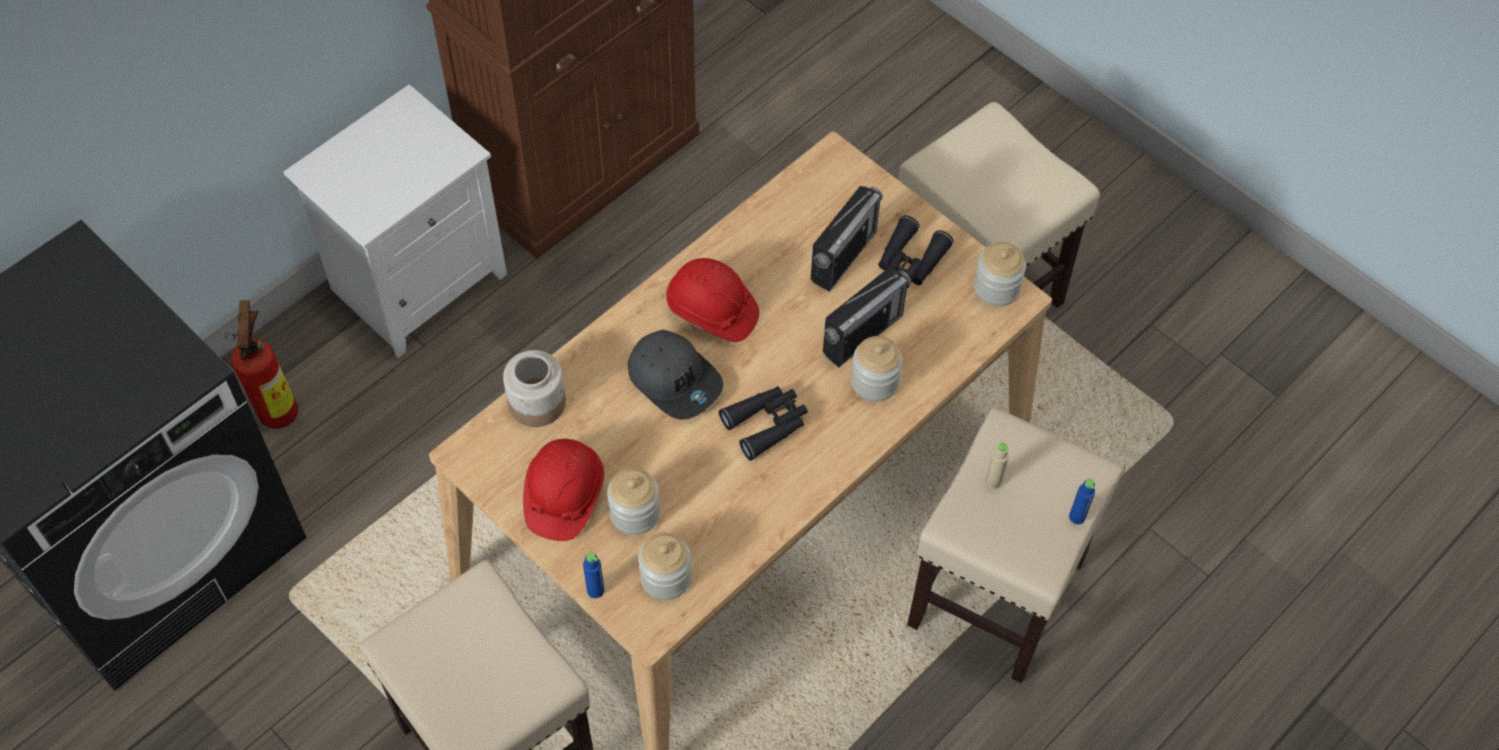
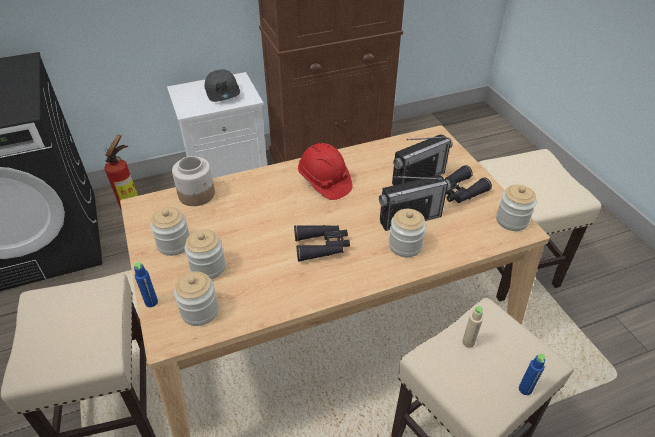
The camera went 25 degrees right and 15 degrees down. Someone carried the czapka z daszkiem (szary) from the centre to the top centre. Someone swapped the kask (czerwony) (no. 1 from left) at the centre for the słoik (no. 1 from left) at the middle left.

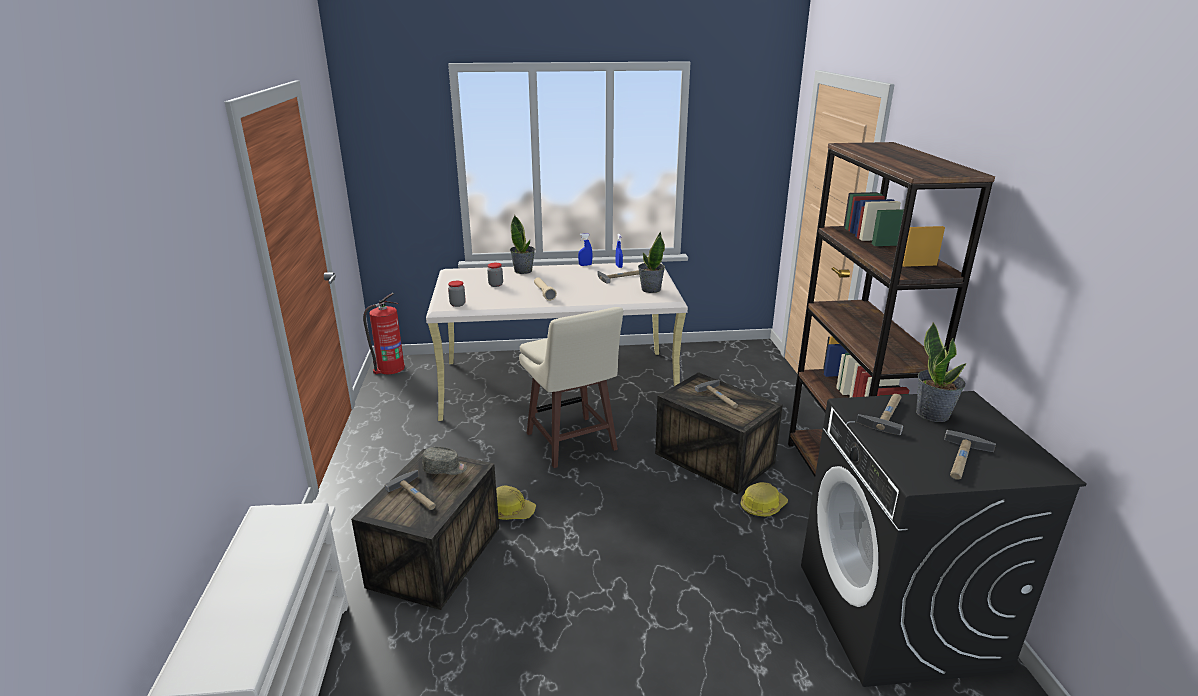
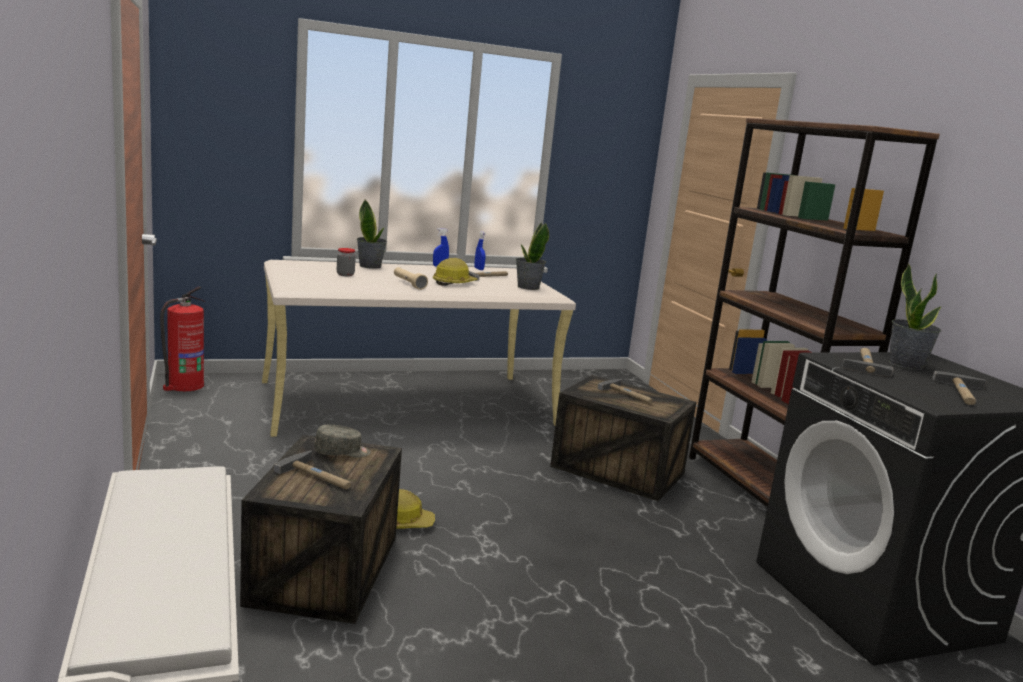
The camera went 15 degrees left and 10 degrees down. Someone took away the słoik (no. 1 from left) at the centre. Someone took away the stołek (beżowy) at the centre. Someone carried the kask (no. 2 from left) from the bottom centre to the centre.

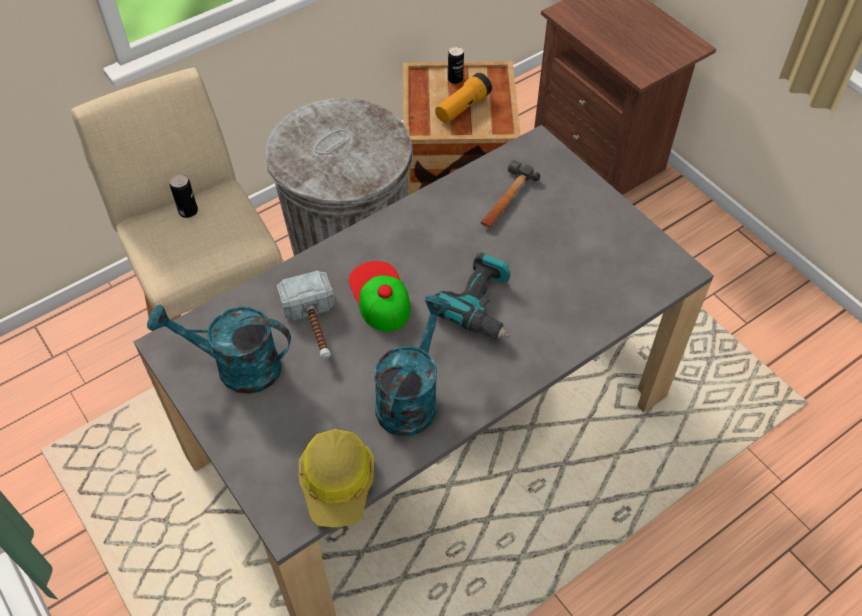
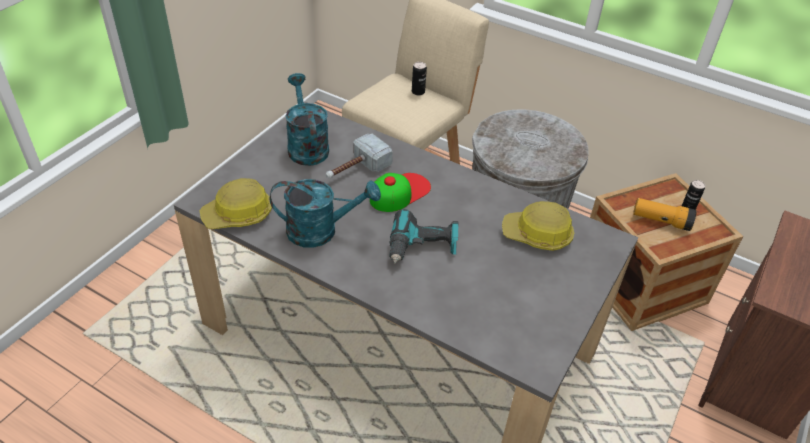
The camera went 65 degrees right and 10 degrees down. Someone swapped the młotek (no. 2 from left) at the top centre for the kask (no. 2 from left) at the centre.

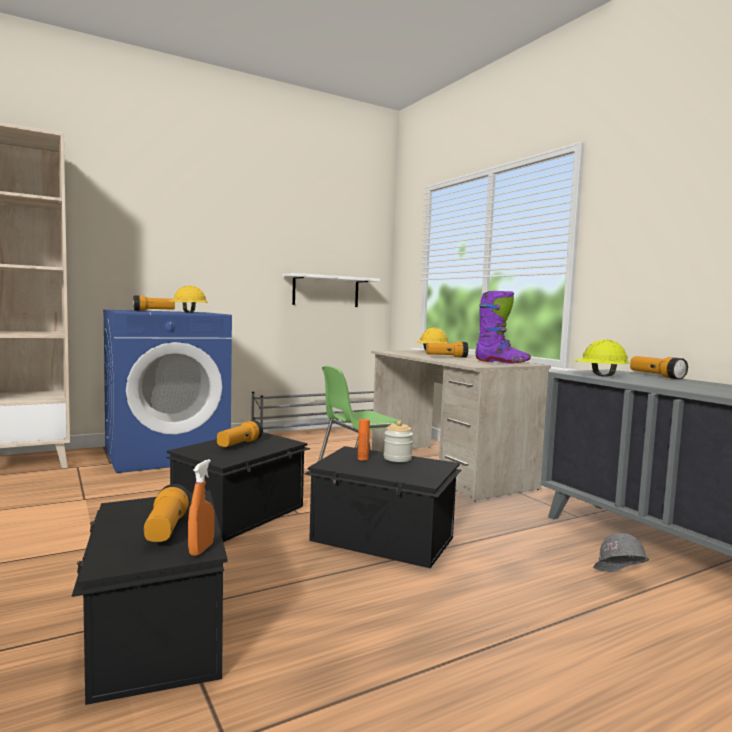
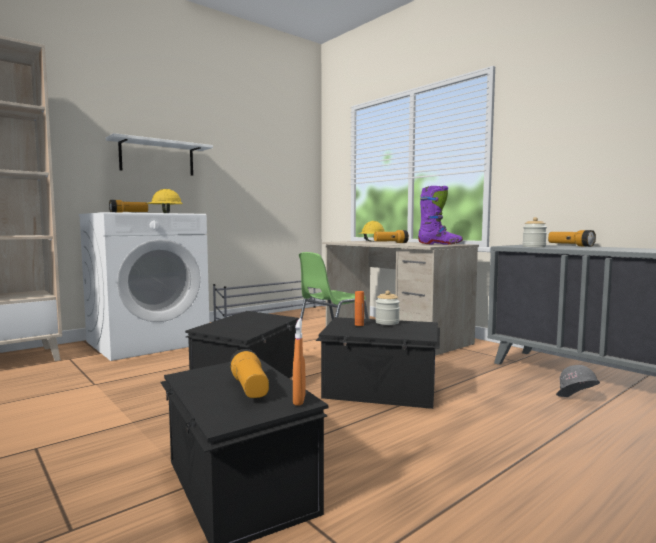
The camera went 10 degrees left and 0 degrees up. Someone took away the latarka (no. 3 from left) at the middle left. Someone carried the półka (biały) from the centre to the top left. Someone swapped the kask (żółty) (no. 3 from left) at the middle right for the słoik (no. 2 from left) at the middle right. Someone repainted the pralka (niebieski) at the middle left, which became the pralka (biały) at the middle left.

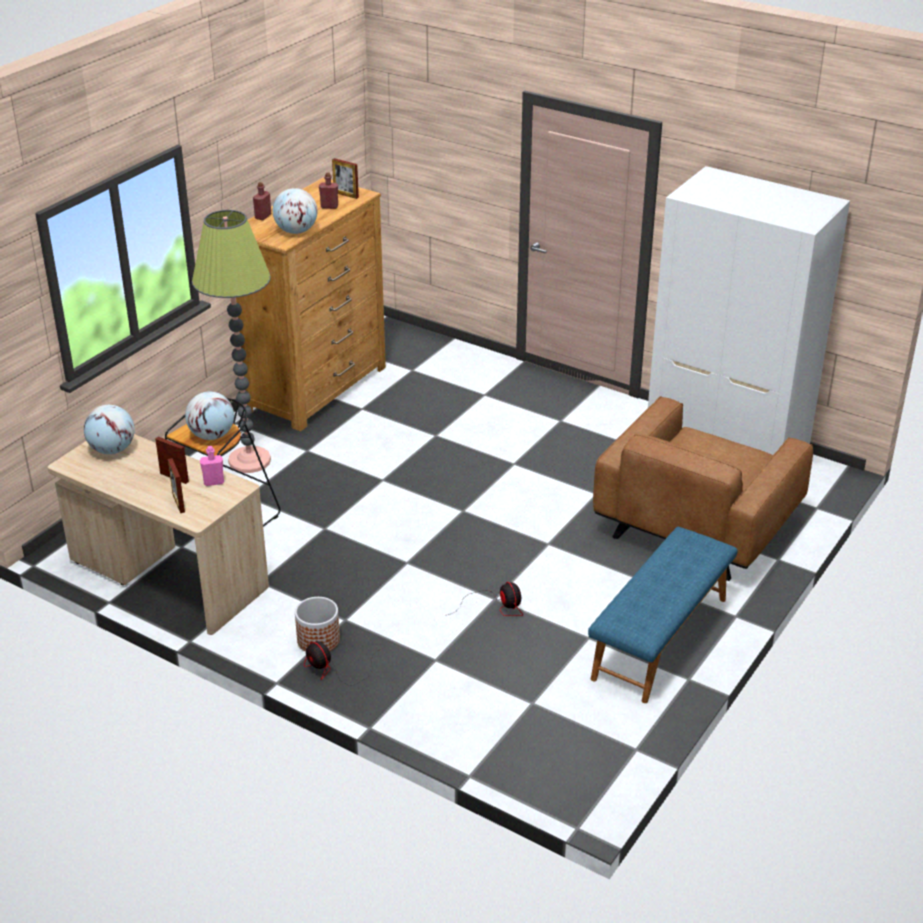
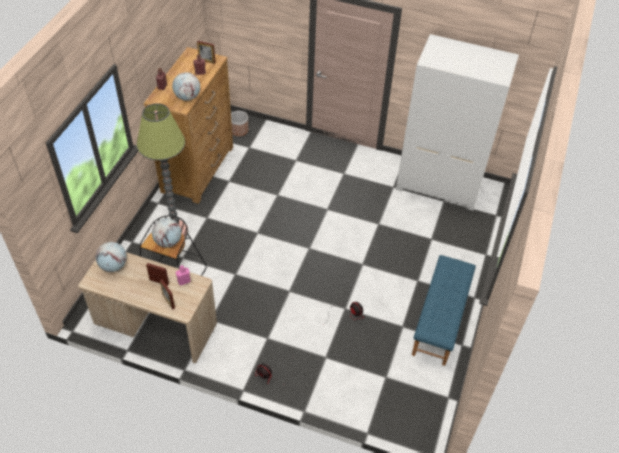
The camera went 15 degrees left and 15 degrees up. Someone took away the fotel (brązowy) at the middle right. Someone carried the donica from the bottom centre to the top centre.

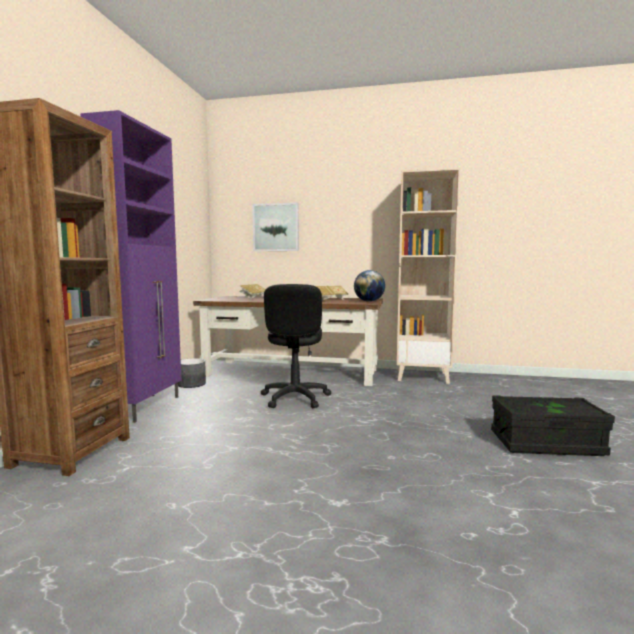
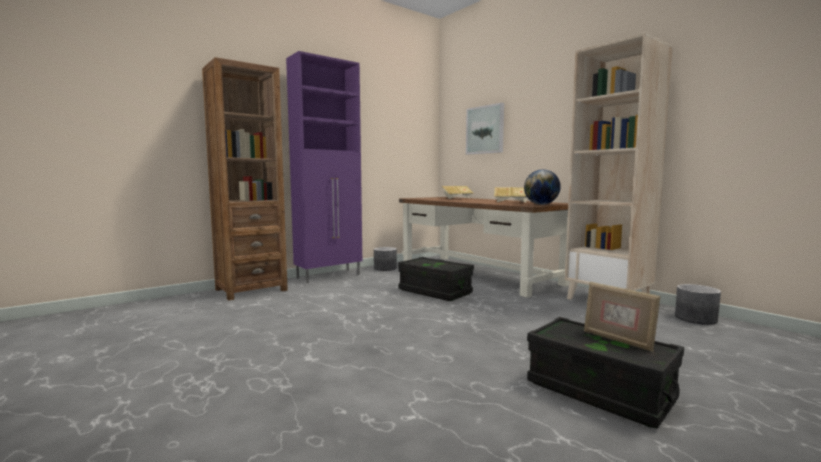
The camera went 40 degrees right and 0 degrees up. Someone put down the ramka na zdjęcie at the bottom right. Someone put down the donica (szary) (no. 2 from left) at the middle right. Someone swapped the krzesło biurowe (czarny) at the centre for the pojemnik do przechowywania (czarny) (no. 1 from left) at the centre.

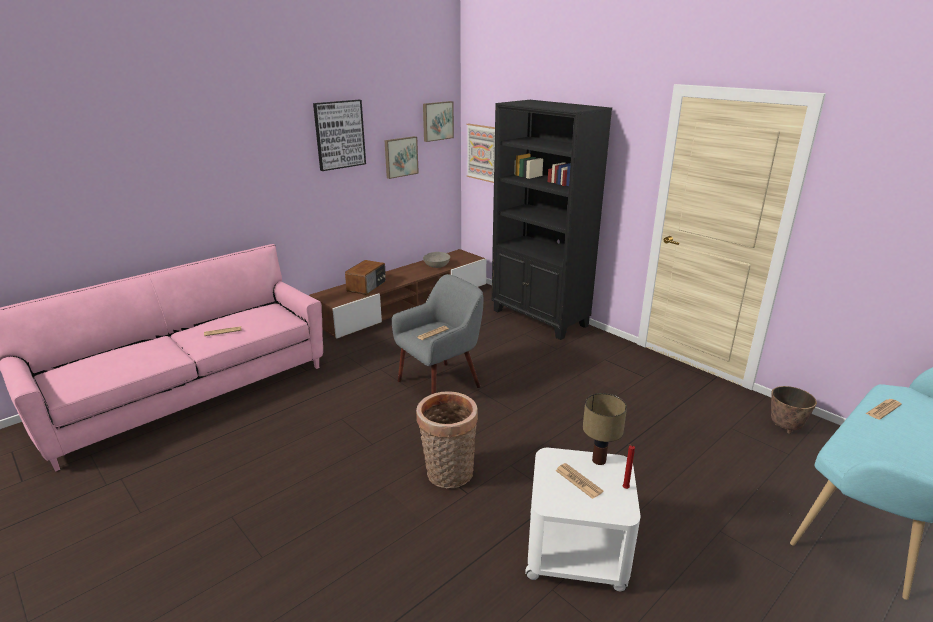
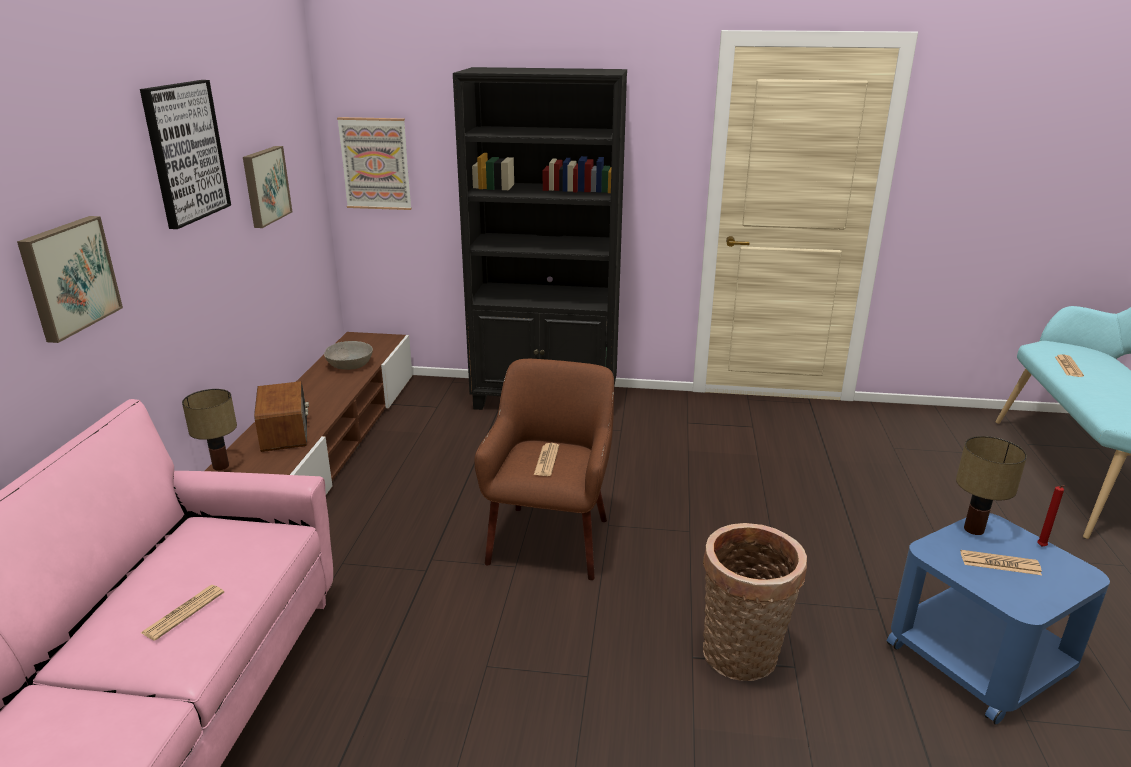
The camera went 40 degrees left and 0 degrees up. Someone took away the donica at the middle right. Someone put down the lampa stołowa (no. 1 from left) at the middle left. Someone carried the obraz (no. 3 from left in the first image) from the top centre to the middle left. Someone repainted the fotel (szary) at the centre, which became the fotel (brązowy) at the centre. Someone repainted the stolik (biały) at the bottom centre, which became the stolik (niebieski) at the bottom right.

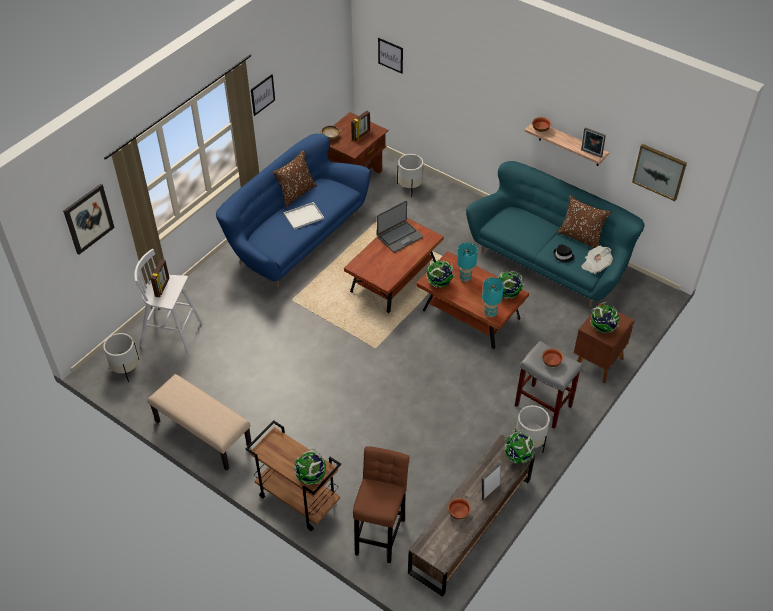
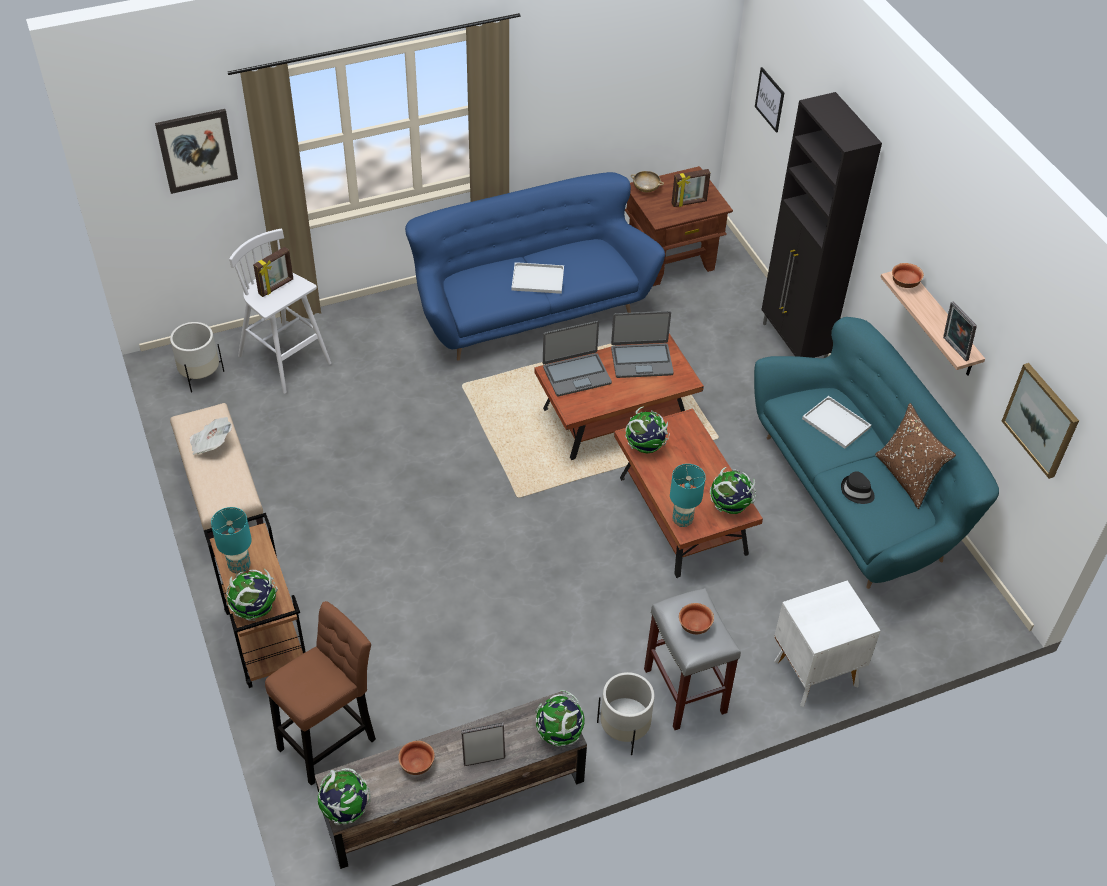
The camera went 30 degrees right and 0 degrees up. Someone took away the obraz (no. 2 from left) at the top centre. Someone took away the poduszka (brązowy) (no. 1 from left) at the top centre. Someone took away the donica (biały) (no. 2 from left) at the top centre. Someone put down the laptop (no. 1 from left) at the centre. Someone put down the szafka (czarny) at the top right. Someone put down the taca (biały) (no. 2 from left) at the middle right. Someone carried the lampa stołowa (turkusowy) (no. 1 from left) from the centre to the middle left. Someone carried the gazeta from the middle right to the middle left. Someone carried the globus (no. 5 from left in the first image) from the middle right to the bottom left. Someone repainted the szafka nocna (brązowy) at the middle right, which became the szafka nocna (biały) at the bottom right.

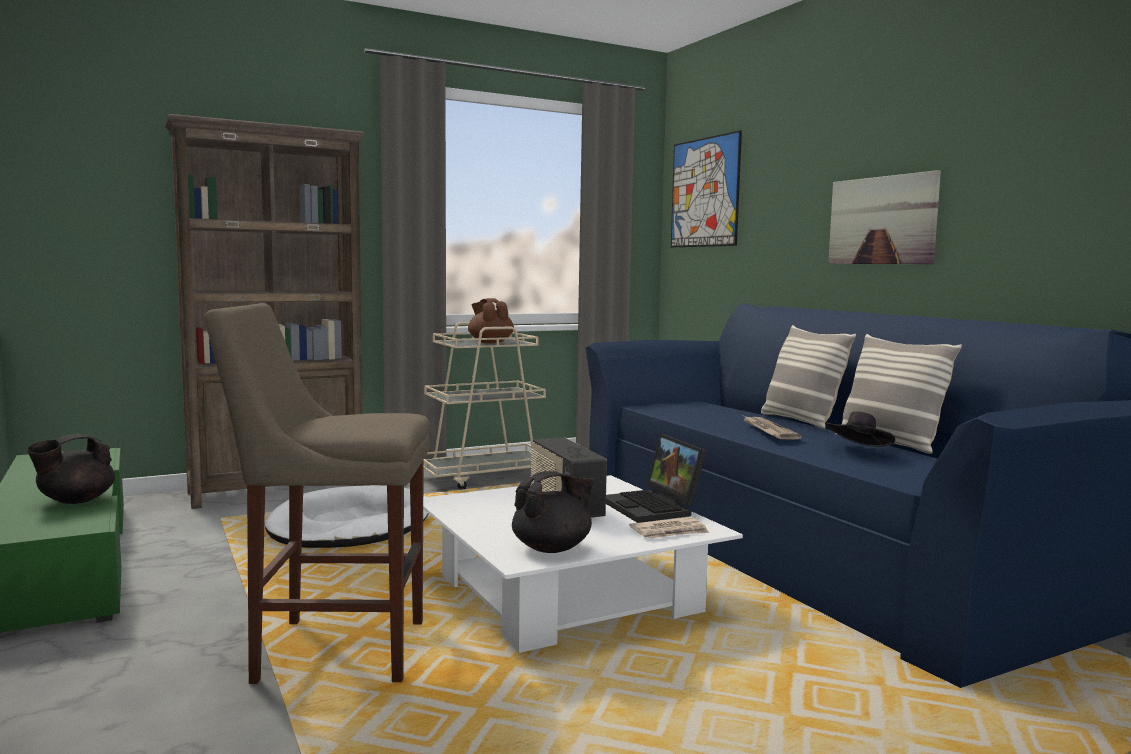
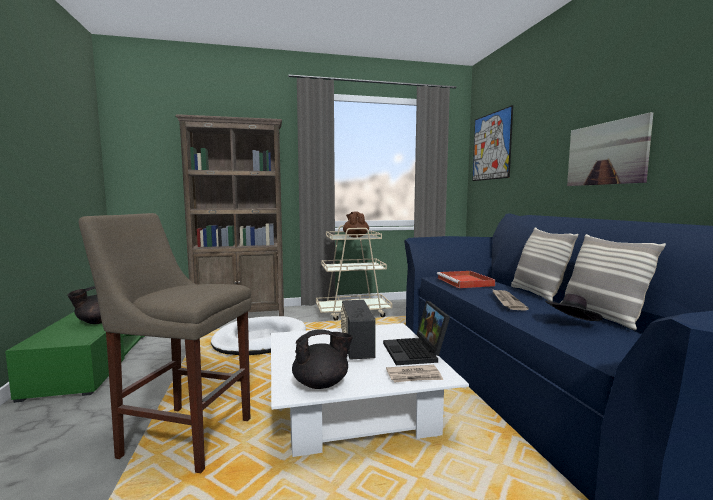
The camera went 15 degrees right and 0 degrees up. Someone put down the taca (czerwony) at the centre.

